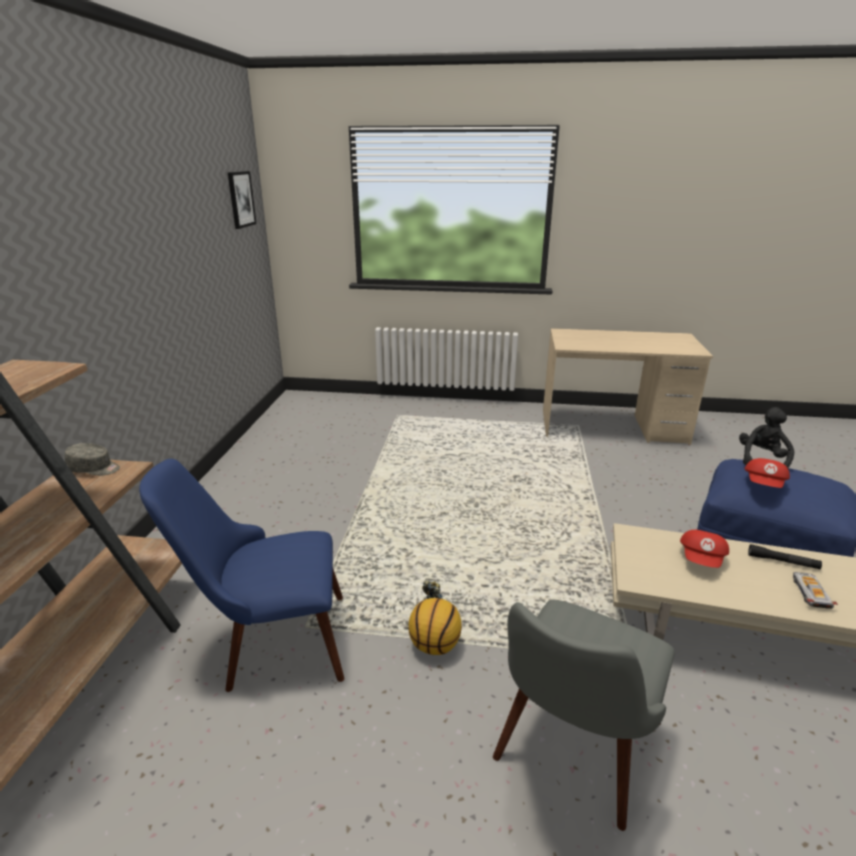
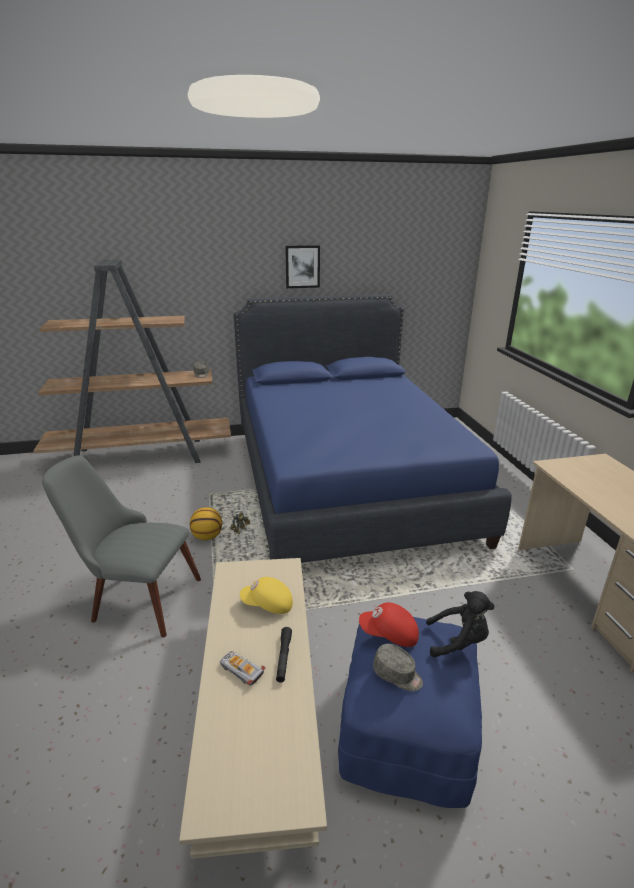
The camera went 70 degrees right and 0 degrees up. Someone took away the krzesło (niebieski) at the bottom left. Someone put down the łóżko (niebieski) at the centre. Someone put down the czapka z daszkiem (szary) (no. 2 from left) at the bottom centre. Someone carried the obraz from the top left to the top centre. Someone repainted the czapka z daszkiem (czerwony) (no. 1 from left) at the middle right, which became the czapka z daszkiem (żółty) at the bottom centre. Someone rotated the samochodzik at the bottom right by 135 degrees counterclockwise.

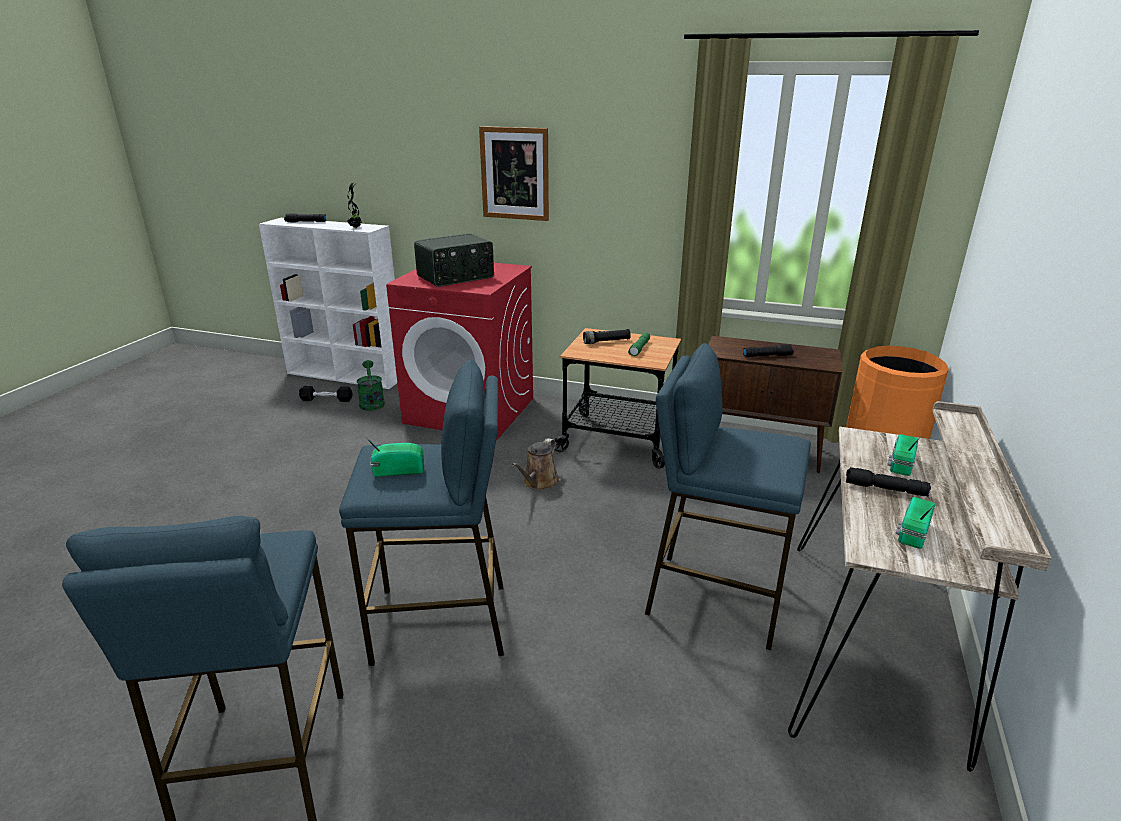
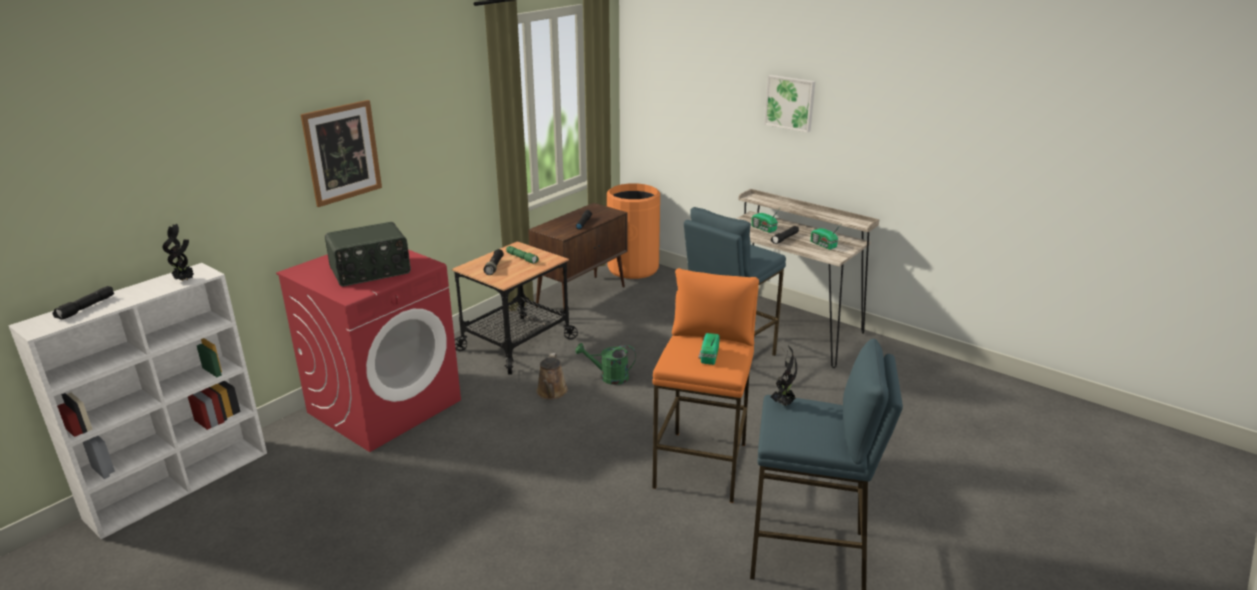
The camera went 70 degrees left and 0 degrees up. Someone took away the hantel (czarny) at the middle left. Someone put up the obraz (no. 2 from left) at the top centre. Someone put down the roślina doniczkowa (no. 2 from left) at the centre. Someone carried the konewka (zielony) from the middle left to the centre. Someone repainted the stołek (niebieski) (no. 2 from left) at the centre, which became the stołek (pomarańczowy) at the centre. Someone rotated the radio (no. 2 from left in the first image) at the top centre by 75 degrees clockwise. Someone rotated the konewka (brązowy) at the centre by 45 degrees clockwise.

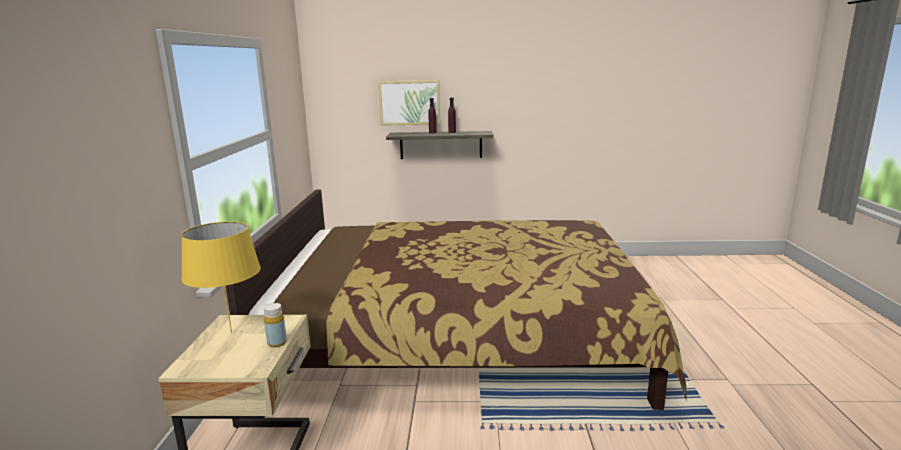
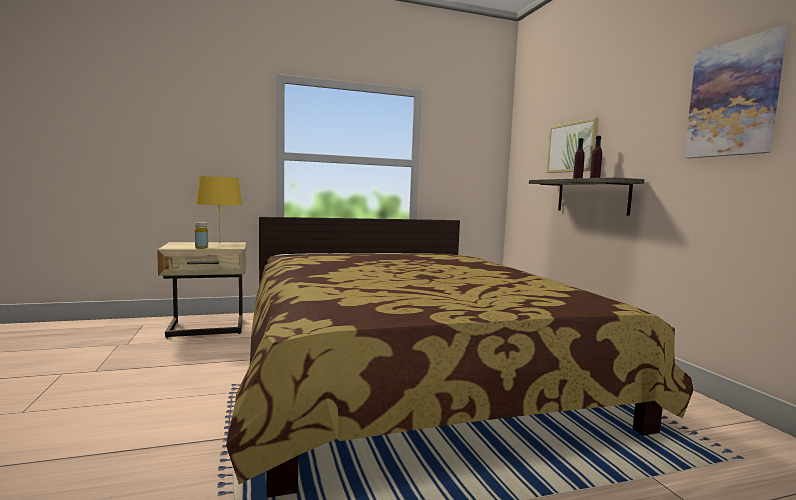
The camera went 70 degrees right and 10 degrees down. Someone put up the obraz (no. 2 from left) at the top right.

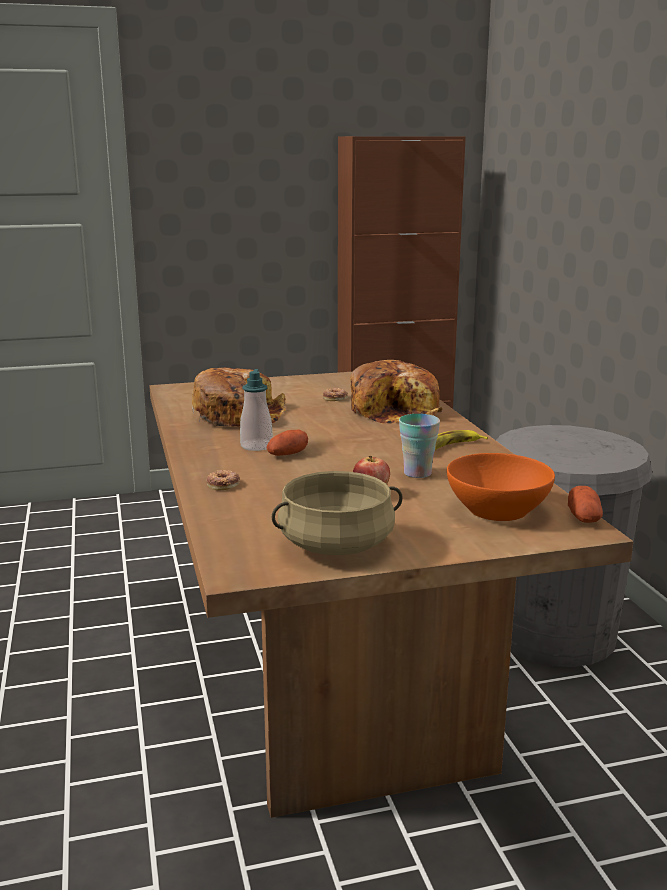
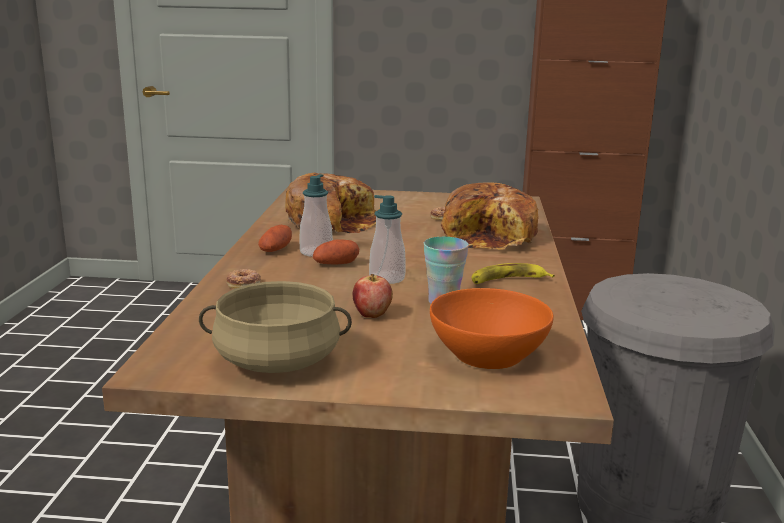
The camera went 20 degrees right and 0 degrees up. Someone put down the dozownik mydła (no. 2 from left) at the centre. Someone carried the ziemniak (no. 2 from left in the first image) from the middle right to the centre.

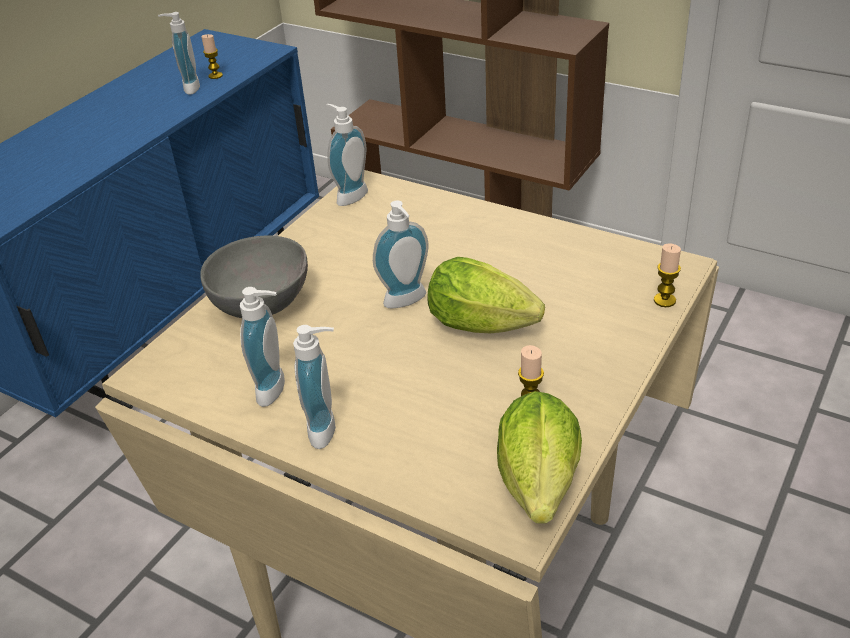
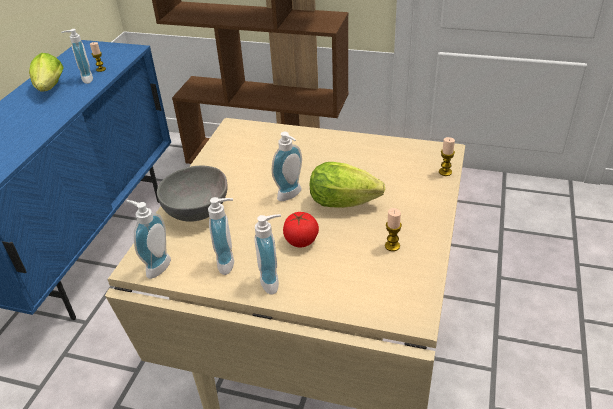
The camera went 15 degrees left and 0 degrees up. Someone put down the pomidor at the centre. Someone carried the dozownik mydła (no. 4 from left in the first image) from the top centre to the middle left. Someone carried the sałata (no. 2 from left in the first image) from the bottom centre to the top left.

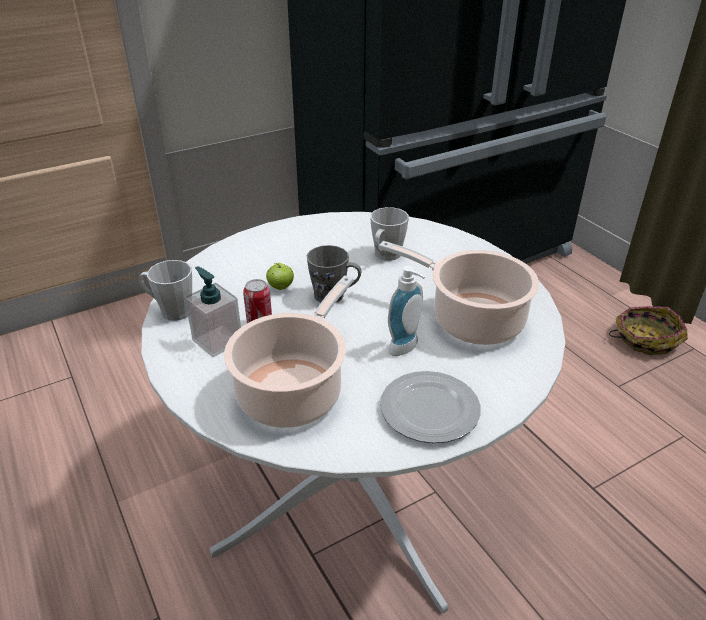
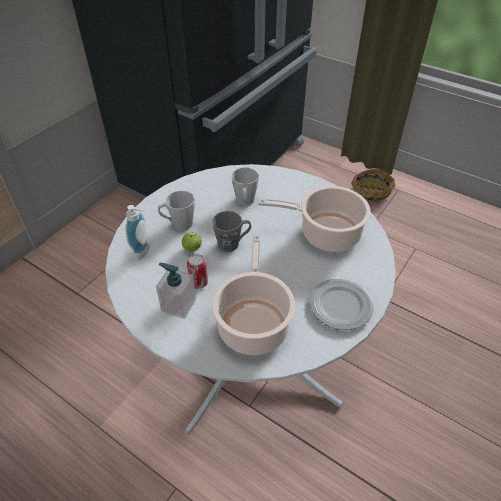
The camera went 25 degrees left and 10 degrees up. Someone carried the kubek (szary) (no. 1 from left) from the middle left to the centre. Someone carried the dozownik mydła (no. 2 from left in the first image) from the centre to the middle left.

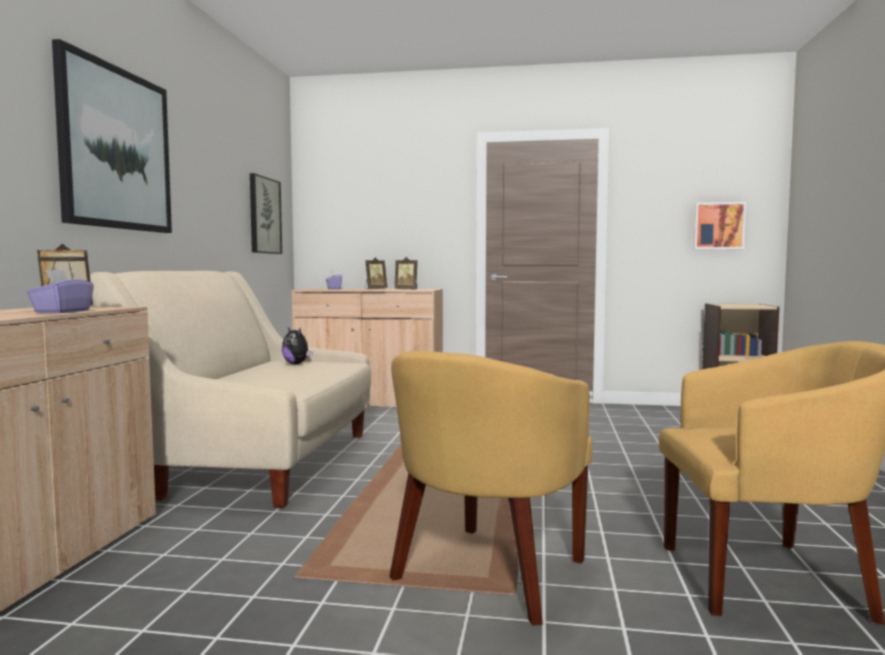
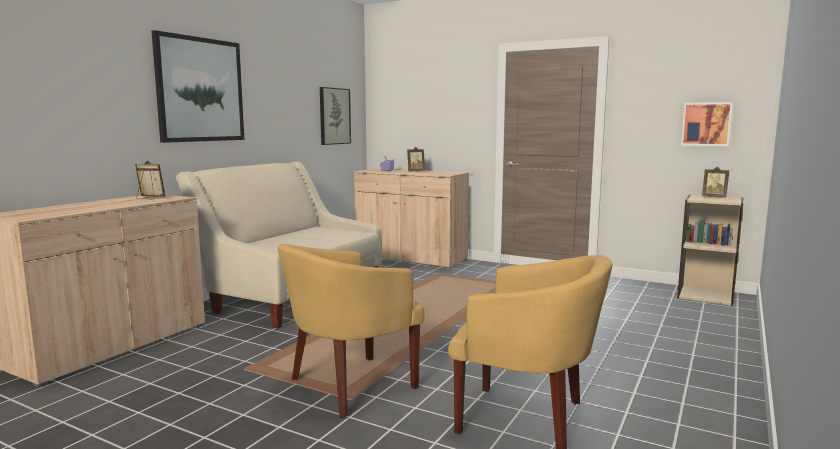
The camera went 20 degrees right and 5 degrees up. Someone took away the pudełko chusteczek (fioletowy) (no. 1 from left) at the middle left. Someone took away the pluszak at the centre. Someone carried the ramka na zdjęcie (no. 3 from left) from the centre to the middle right.

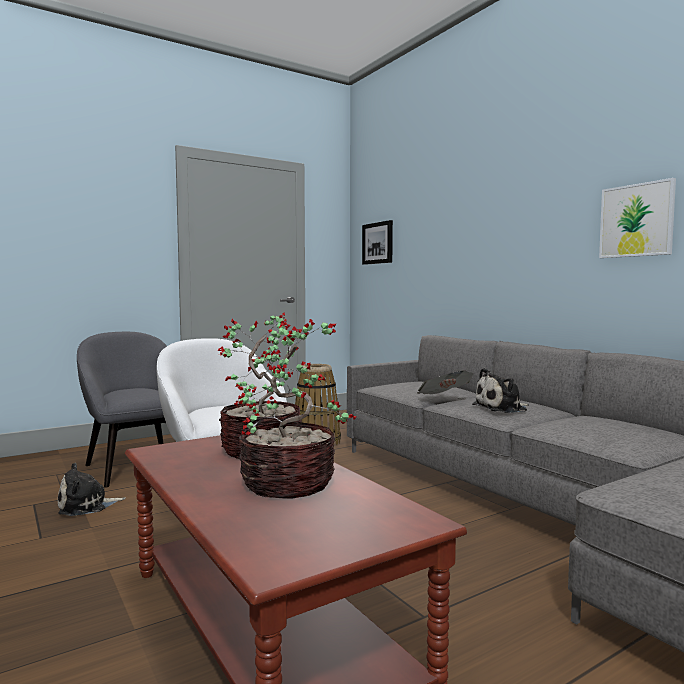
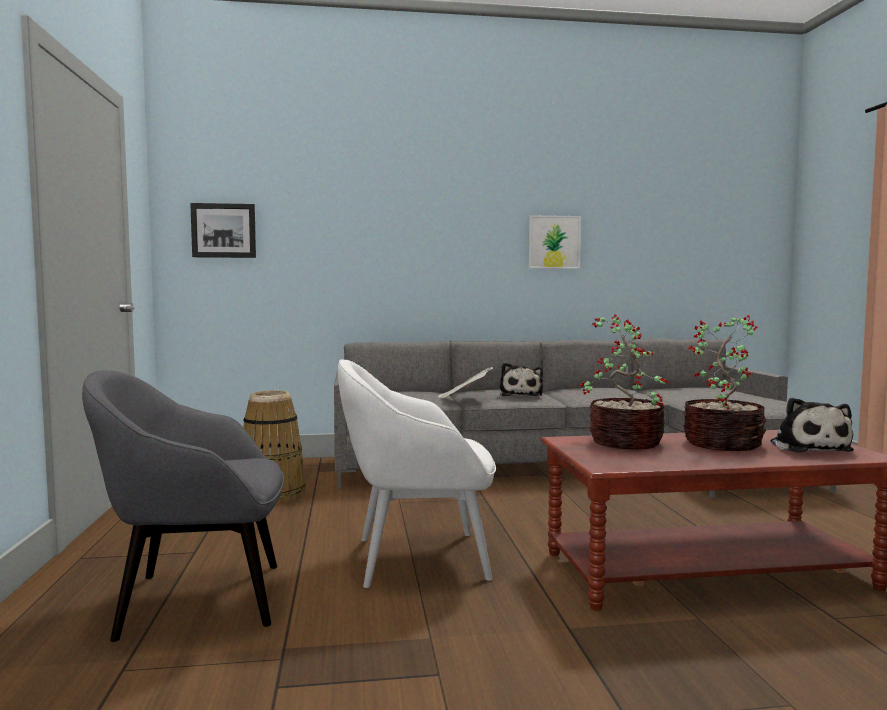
The camera went 65 degrees left and 0 degrees up. Someone carried the pluszak (no. 1 from left in the first image) from the bottom left to the middle right.

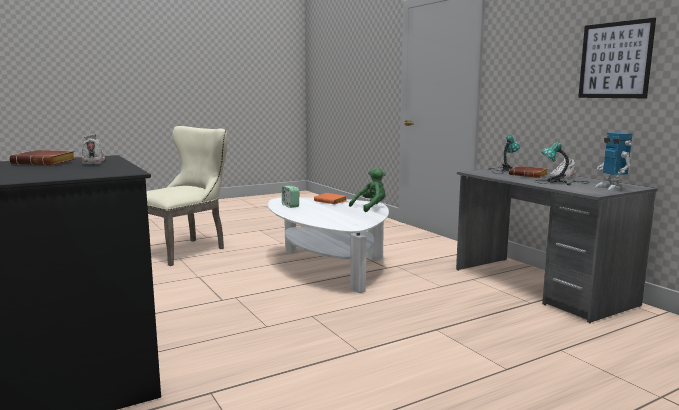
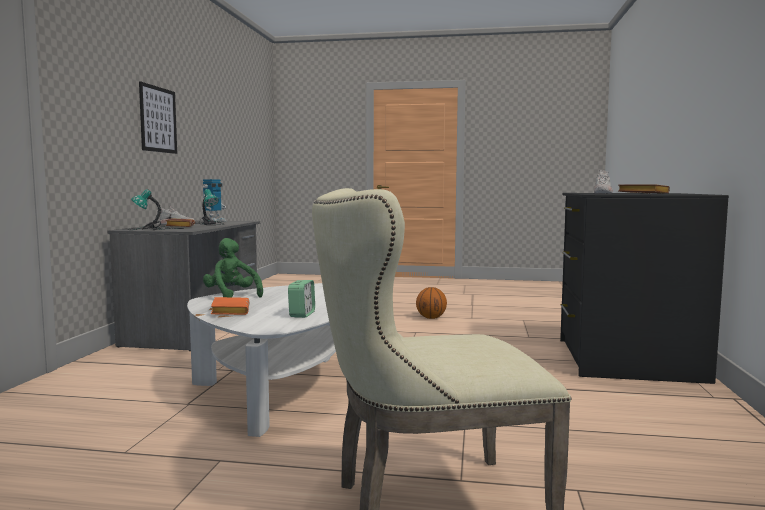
The camera went 140 degrees left and 5 degrees down. Someone put down the piłka do koszykówki at the centre. Someone rotated the pluszak (zielony) at the centre by 45 degrees clockwise.

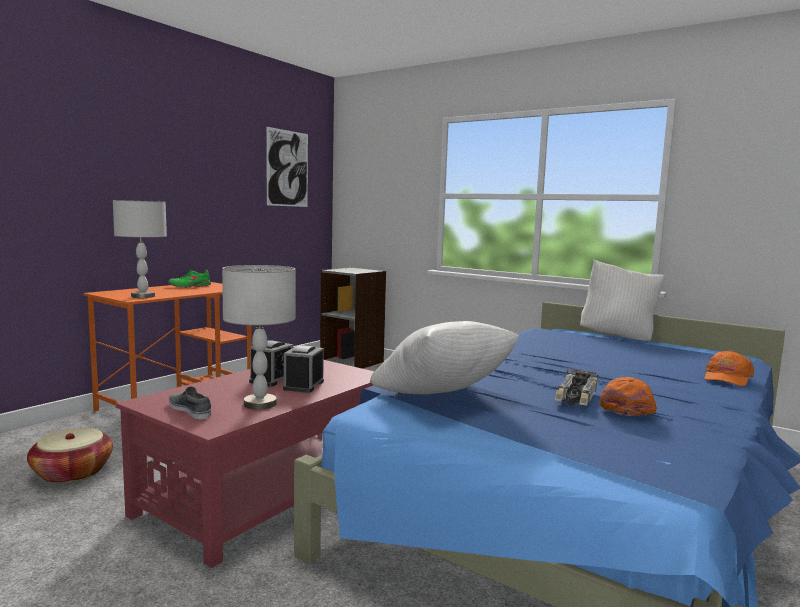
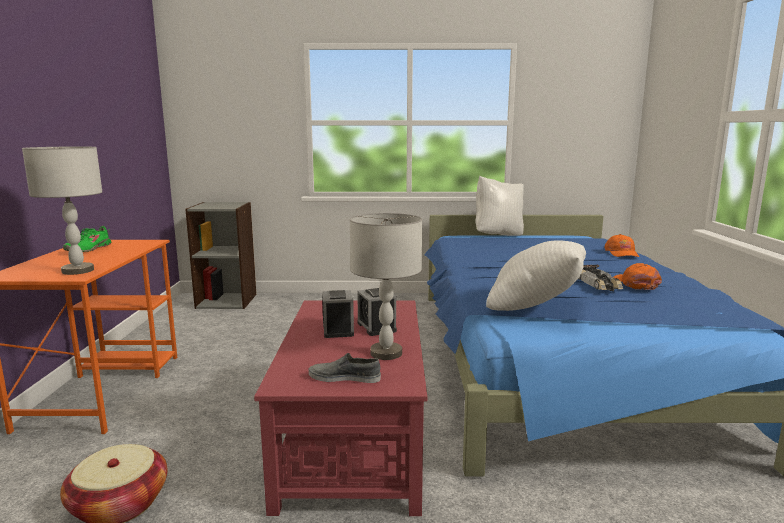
The camera went 35 degrees left and 5 degrees up. Someone took away the obraz at the top centre.

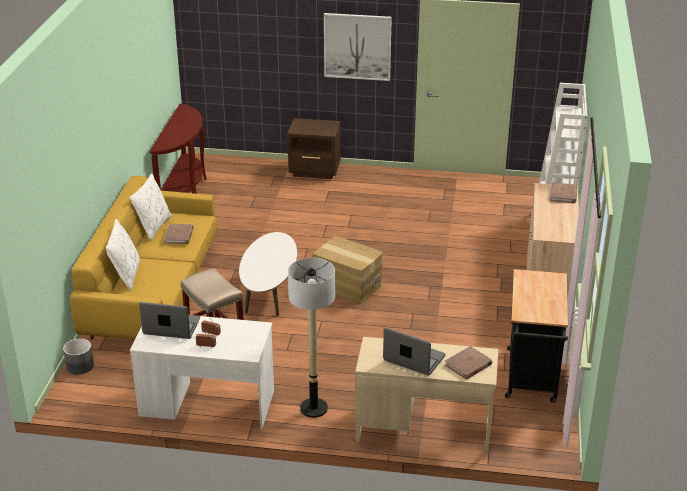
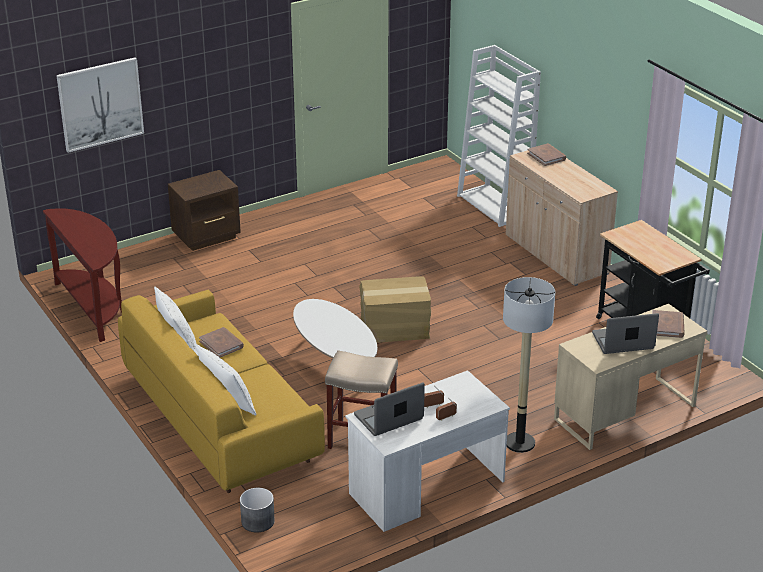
The camera went 40 degrees left and 0 degrees up. Someone carried the obraz from the top centre to the top left.

